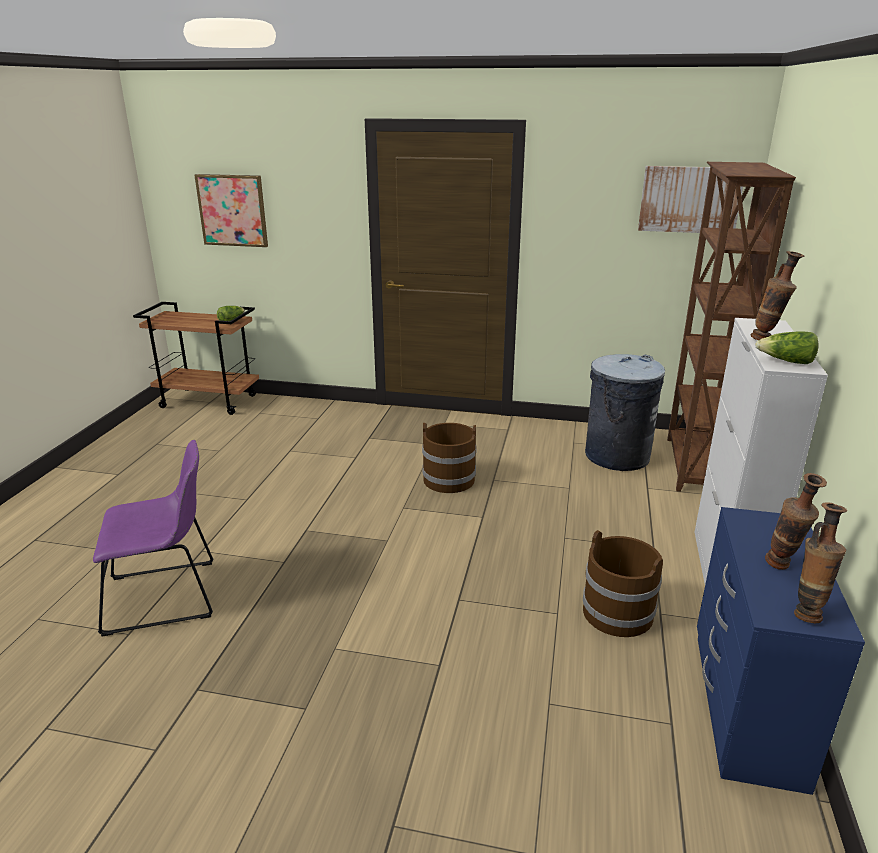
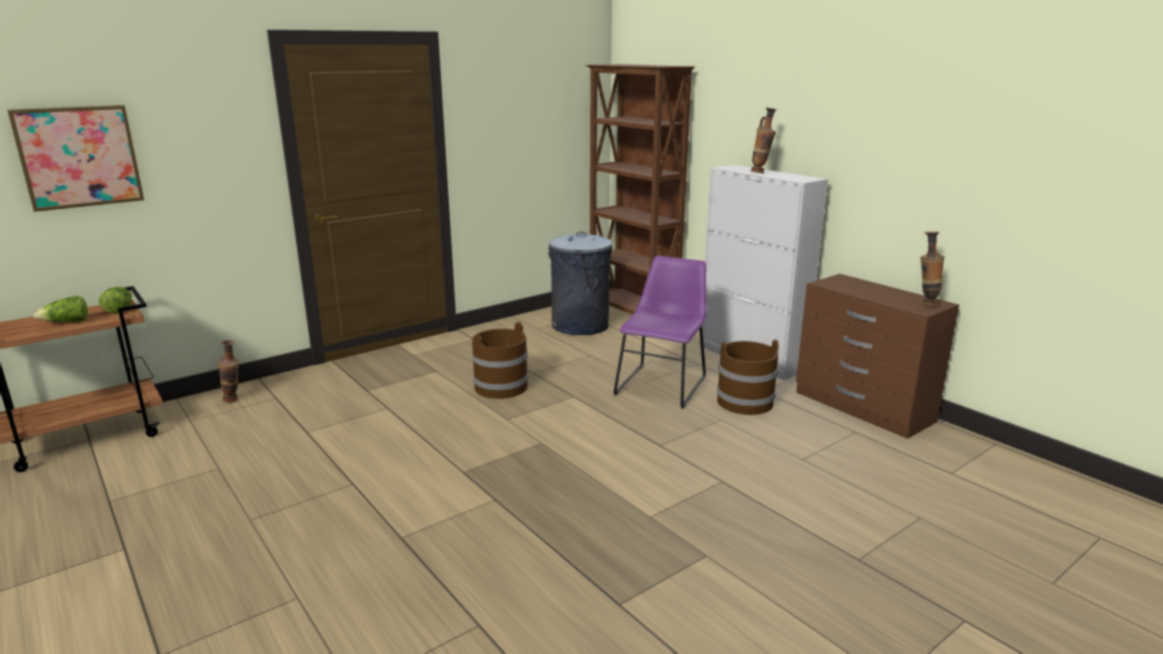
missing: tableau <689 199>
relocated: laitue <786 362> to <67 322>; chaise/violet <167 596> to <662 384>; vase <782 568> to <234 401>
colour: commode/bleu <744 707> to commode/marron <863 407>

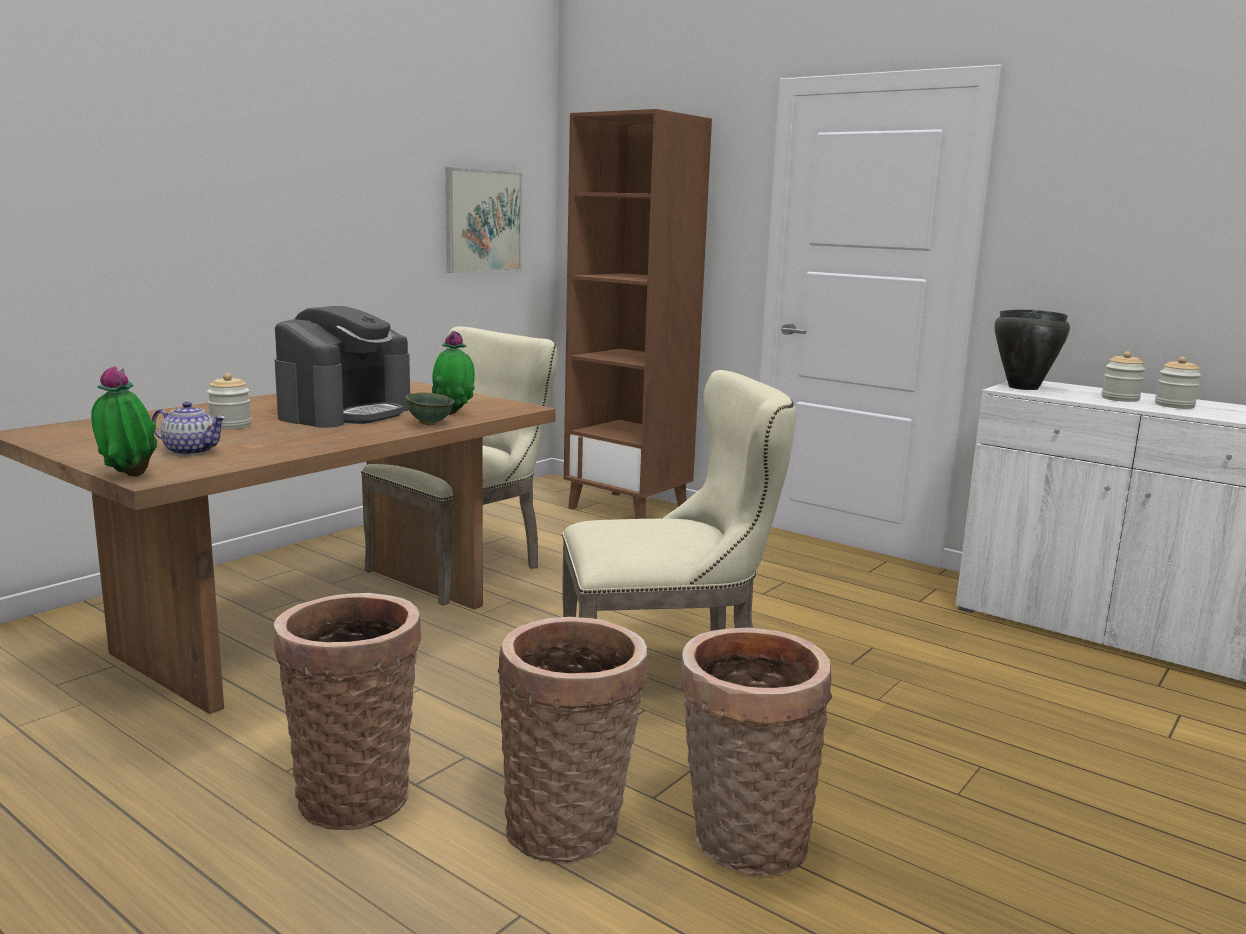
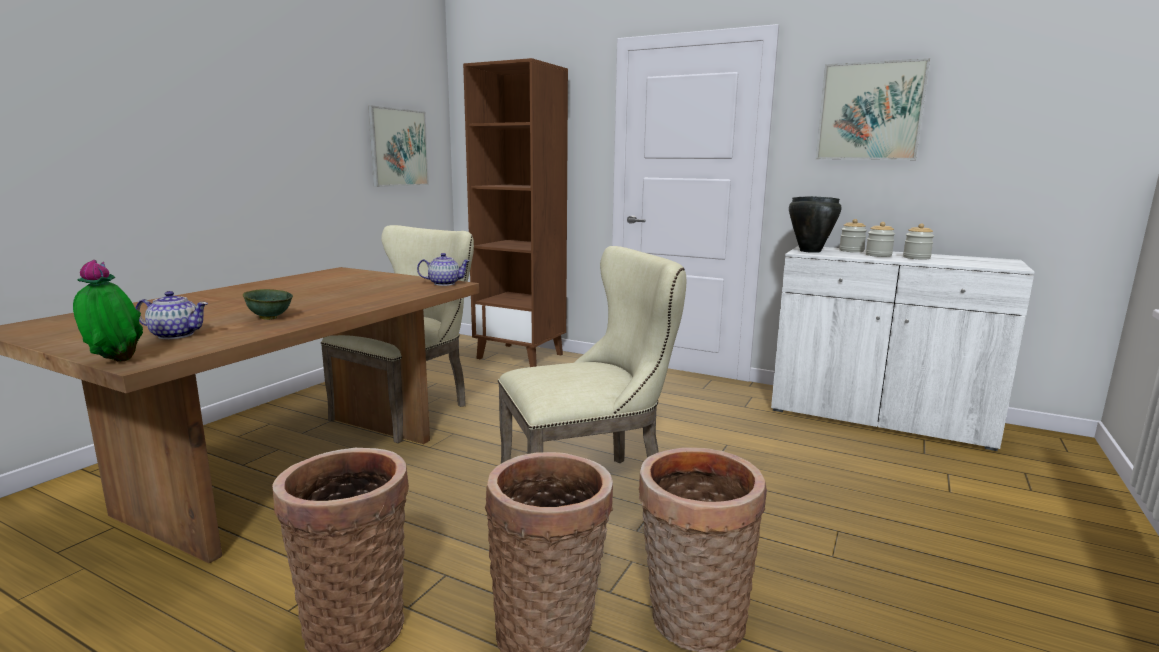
missing: machine à café <345 413>; plante en pot <454 414>
appeared: tableau <870 111>; théière <444 283>
relocated: bocal <230 426> to <851 251>; bol/vert <430 424> to <270 318>

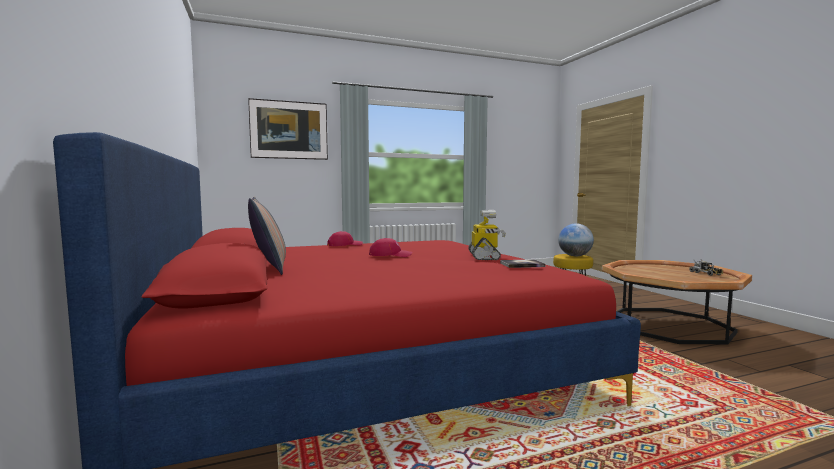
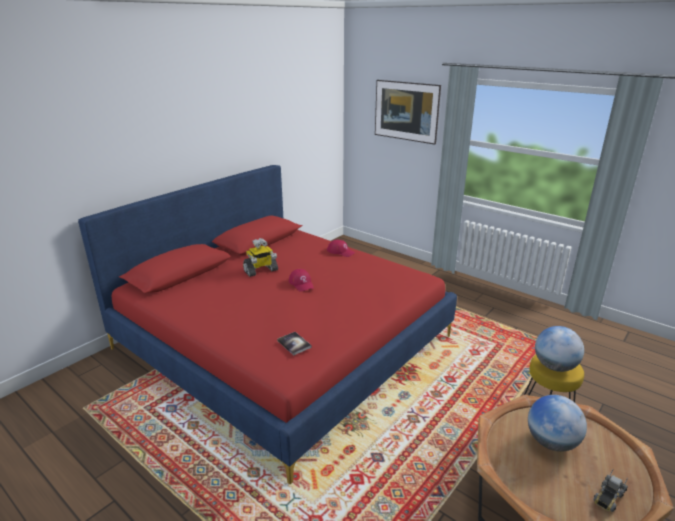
missing: coussin <269 268>
appeared: globe <551 442>
relocated: robot jouet <484 257> to <260 270>

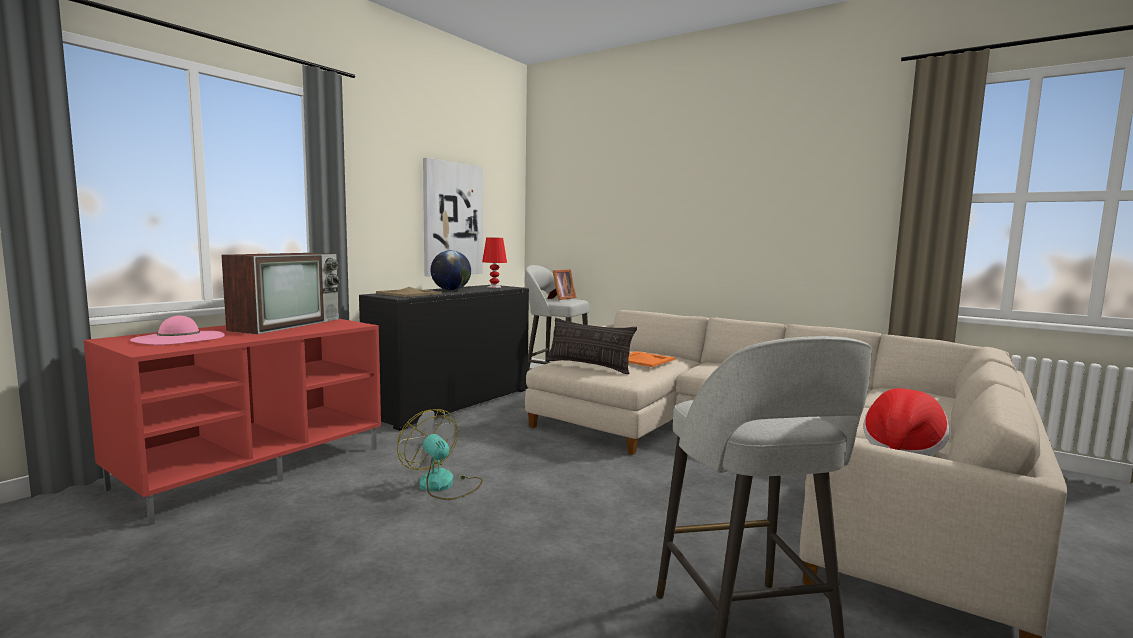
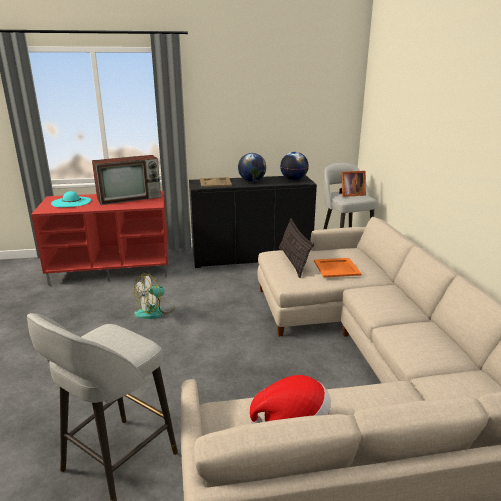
missing: tableau <452 219>
exchanged: lampe de table/rouge <494 287> to globe <293 180>
colour: chapeau/rose <179 338> to chapeau/turquoise <71 202>
spun: ventilateur <443 485> = <155 311> 135 degrees counterclockwise

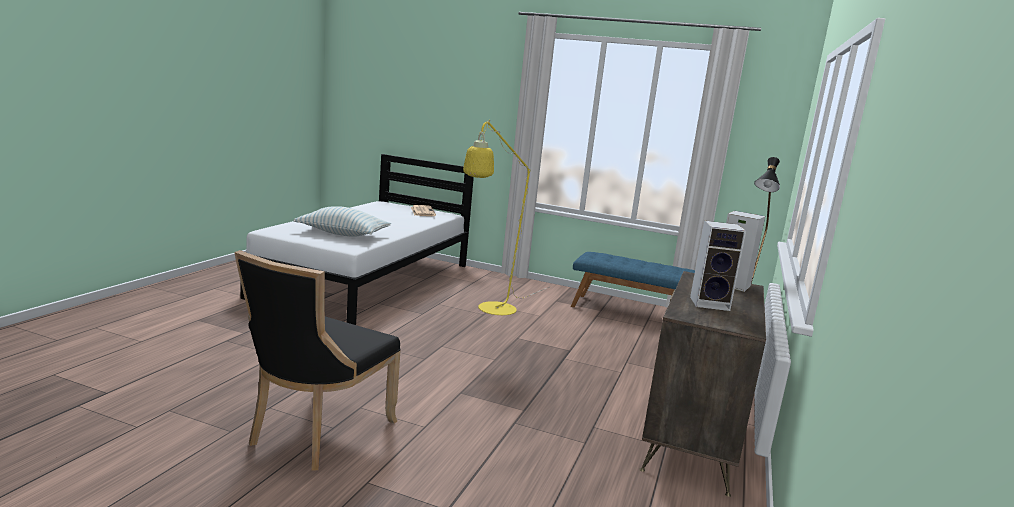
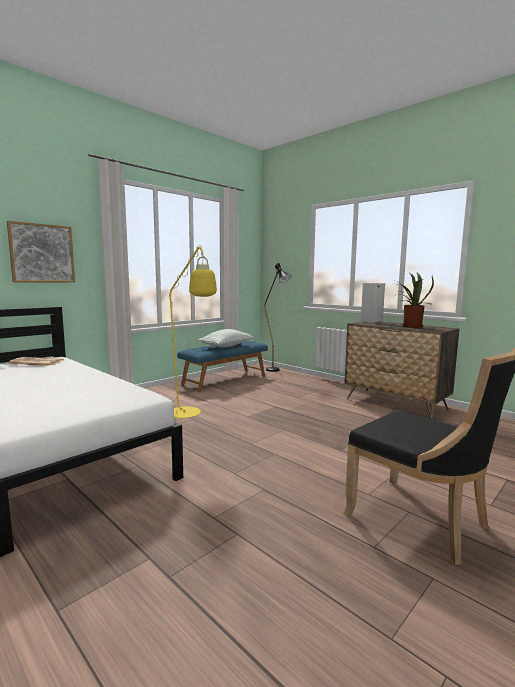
appeared: tableau <42 253>
relocated: coussin <343 234> to <226 346>
exchanged: enceinte <711 303> to plante en pot <410 326>

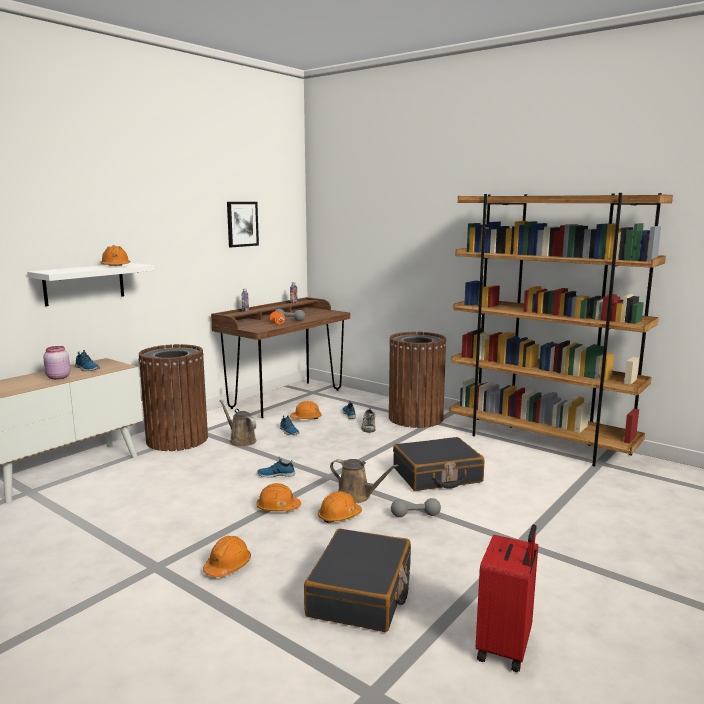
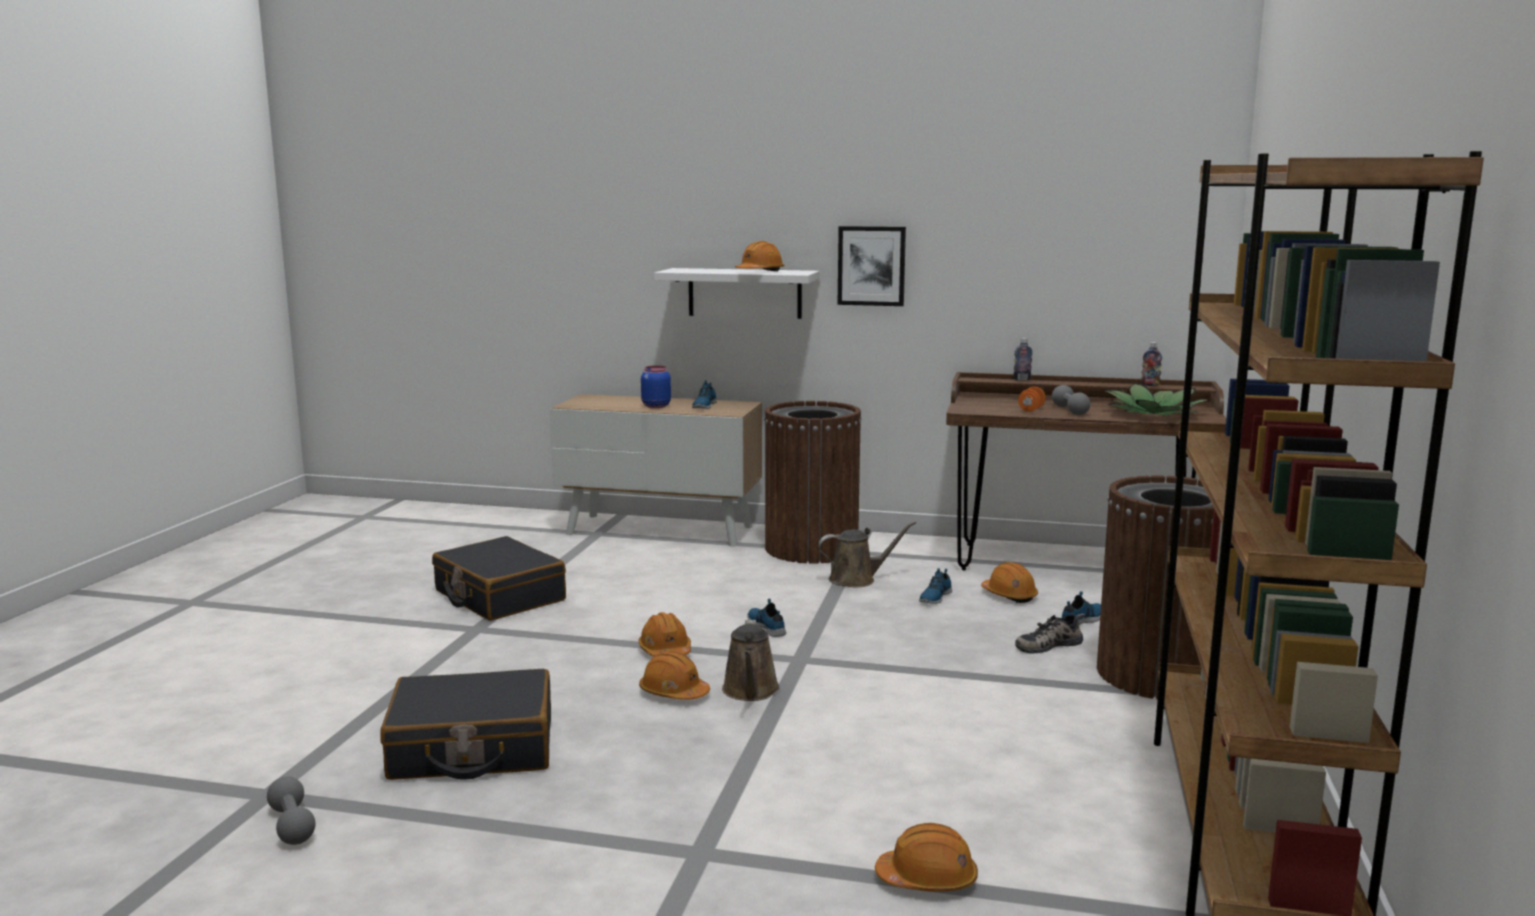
missing: valise/rouge <505 648>
appeared: plante en pot <1153 413>
relocated: tableau <242 224> to <871 266>; valise/noir <437 475> to <499 596>; haltère/gris <415 515> to <292 825>; casque de chantier/orange <228 566> to <927 879>
colour: bocal/rose <57 377> to bocal/bleu <655 406>
spun: arrosoir/marron <241 440> = <857 579> 60 degrees clockwise

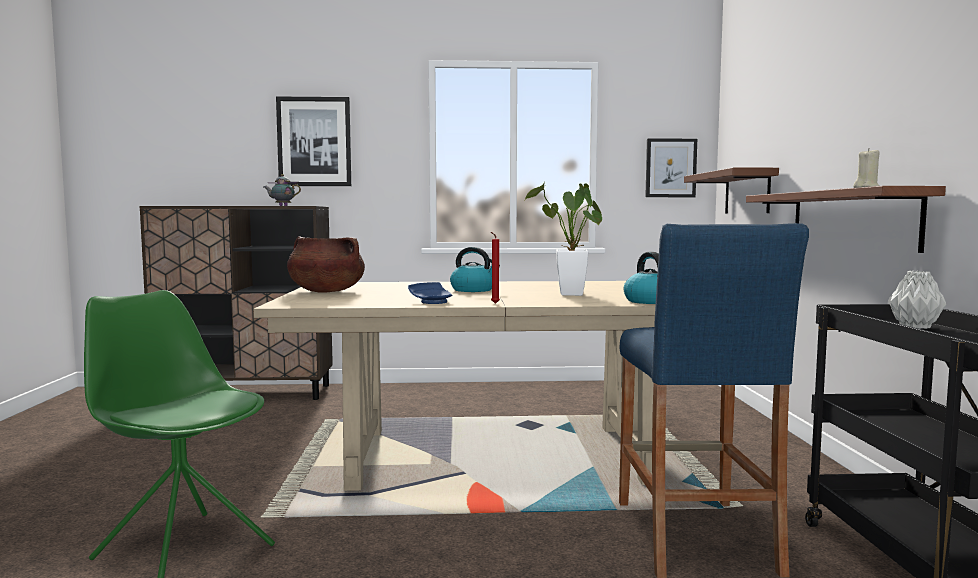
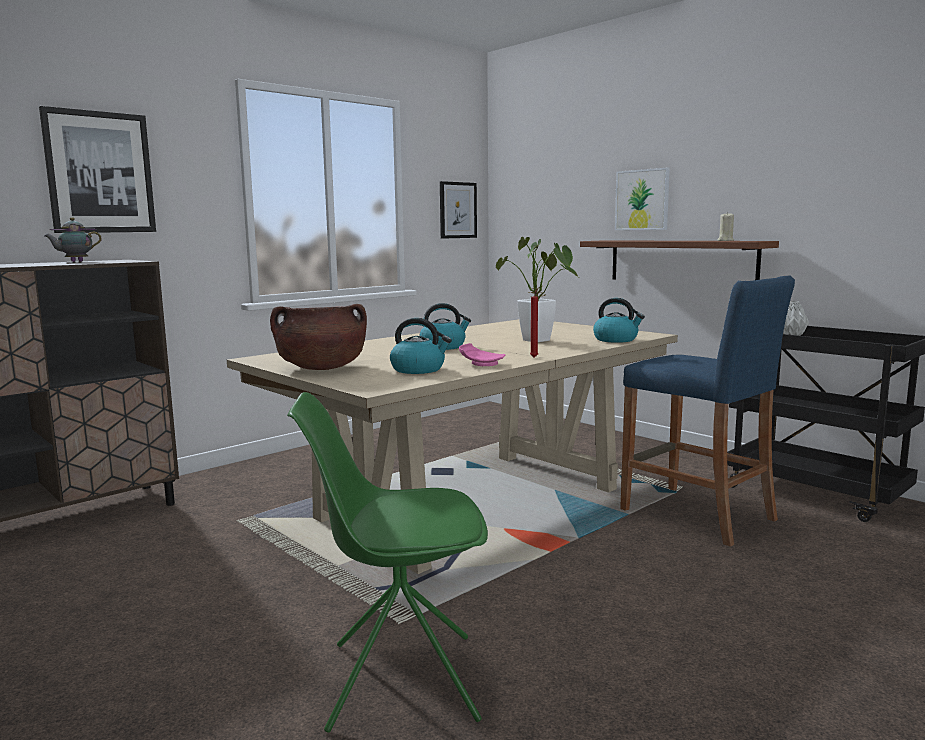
missing: étagère/marron <747 192>
appeared: tableau <642 200>; bouilloire <419 369>
colour: assiette/bleu <432 302> to assiette/rose <481 364>

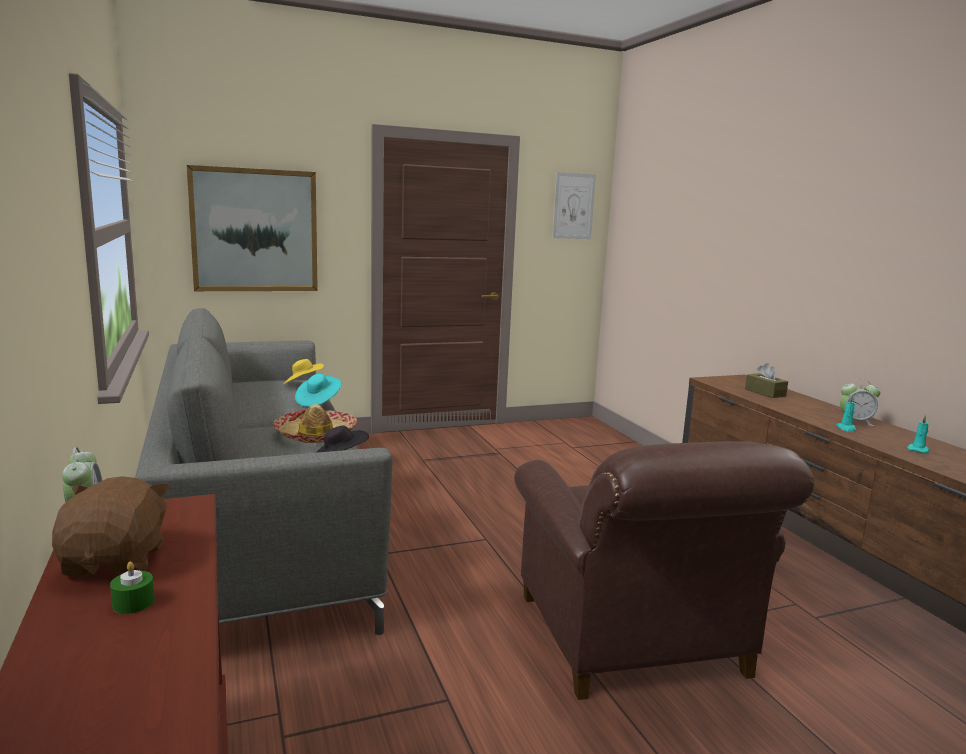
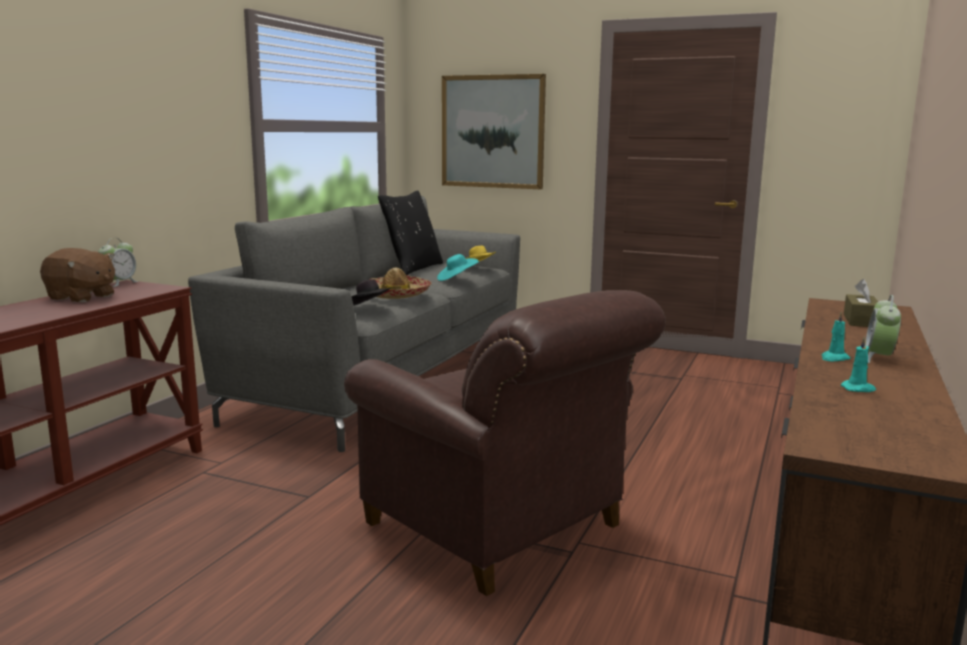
missing: tableau <573 206>; bougie/vert <133 603>
appeared: coussin/noir <412 268>
spun: réveil <855 422> = <879 358> 60 degrees clockwise; fauteuil/marron <635 641> = <501 528> 75 degrees counterclockwise; peluche/marron <116 561> = <81 297> 75 degrees clockwise

